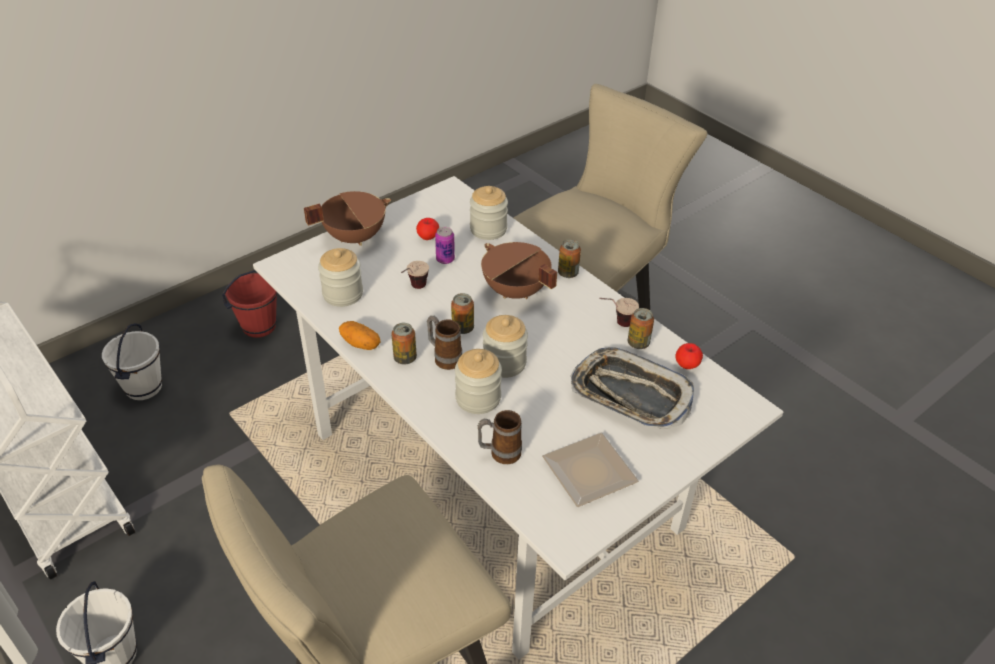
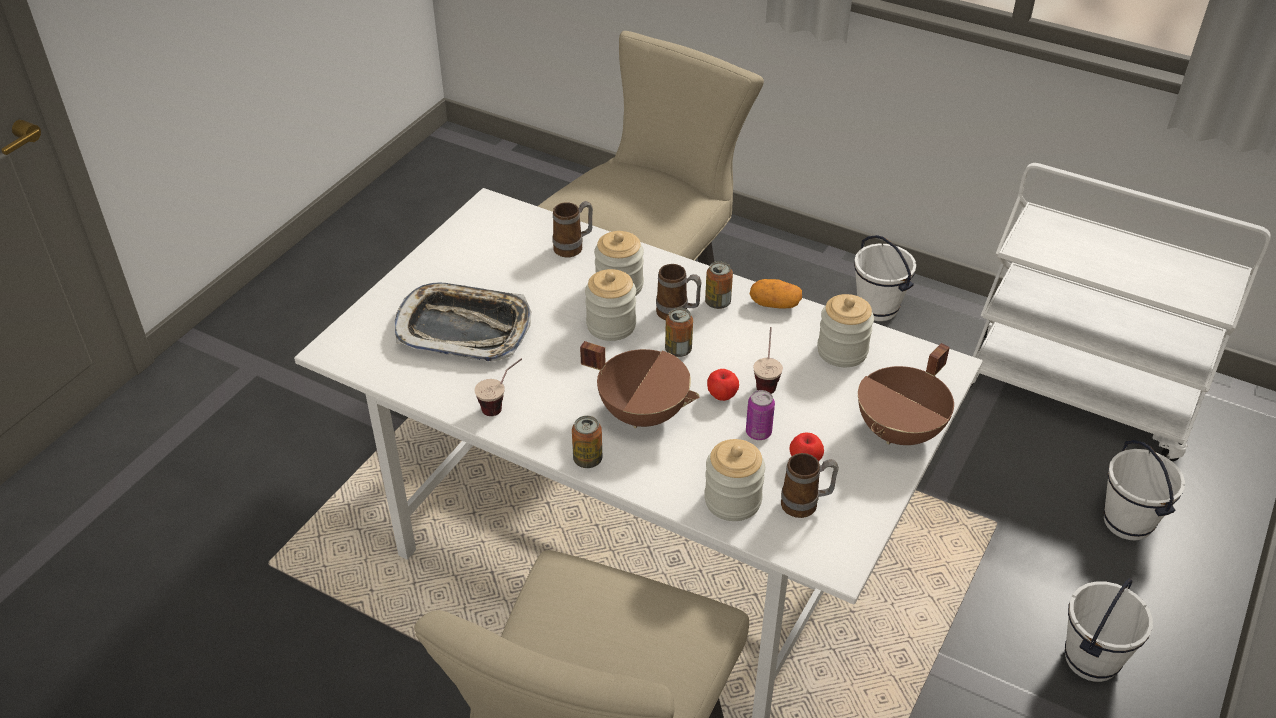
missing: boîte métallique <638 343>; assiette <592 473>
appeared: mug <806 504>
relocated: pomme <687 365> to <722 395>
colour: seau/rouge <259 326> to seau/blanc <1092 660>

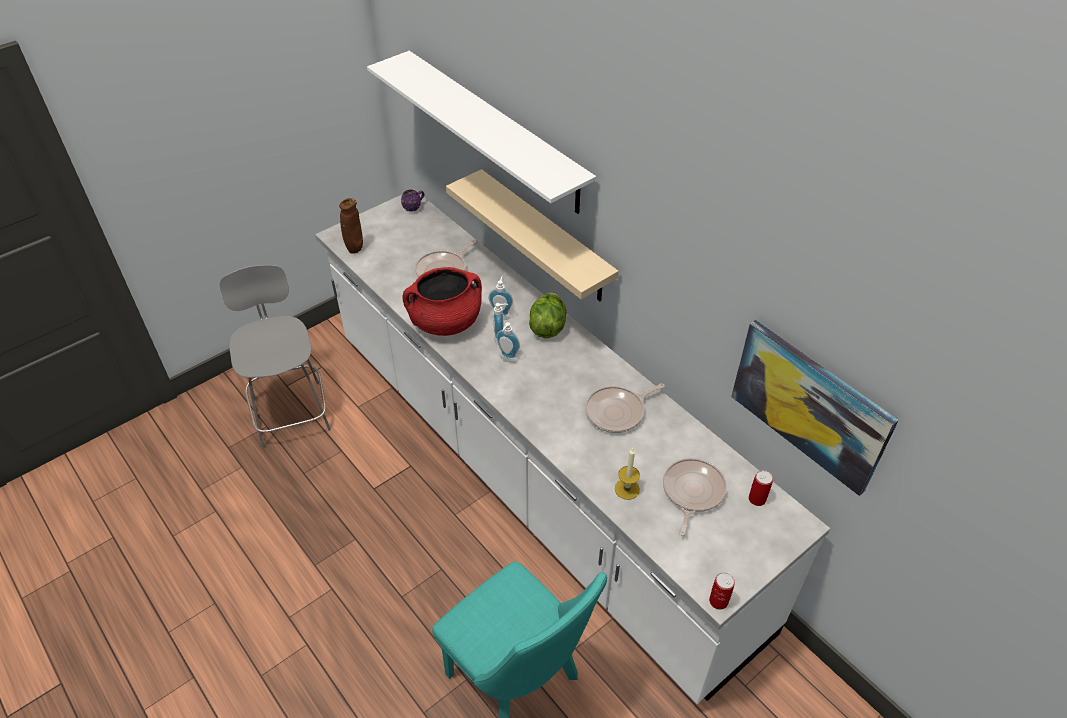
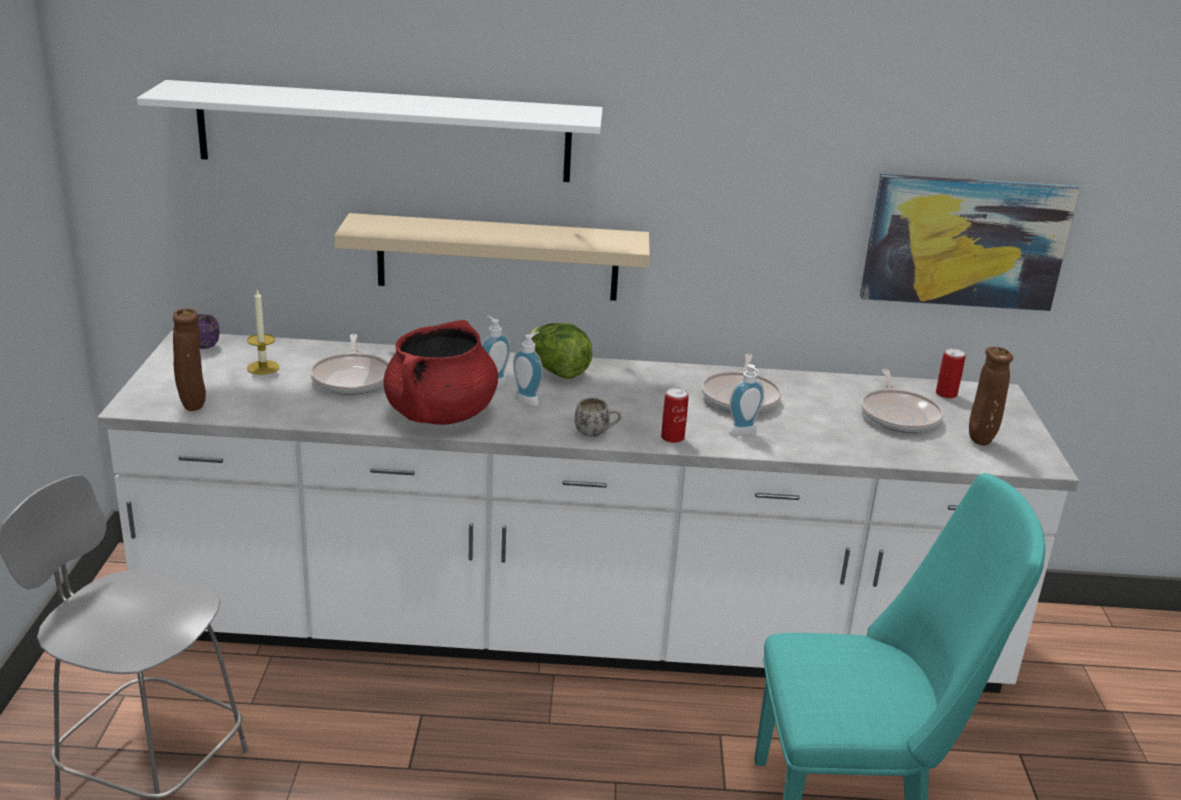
appeared: vase/marron <980 441>; mug/blanc <597 433>
relocated: distributeur de savon <507 360> to <744 433>; bougie <627 489> to <263 367>; boîte métallique <718 601> to <672 437>
spun: poêle <692 492> = <899 415> 150 degrees counterclockwise

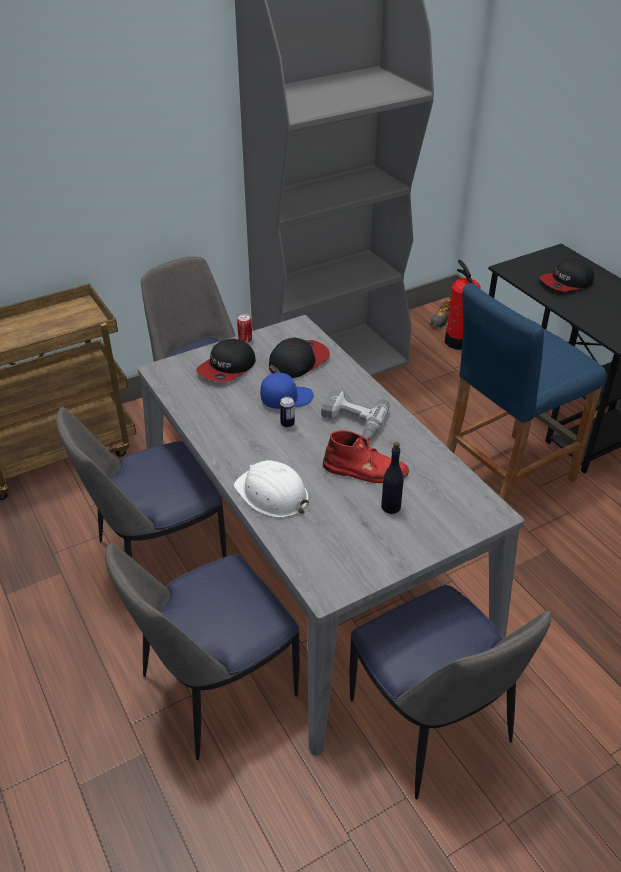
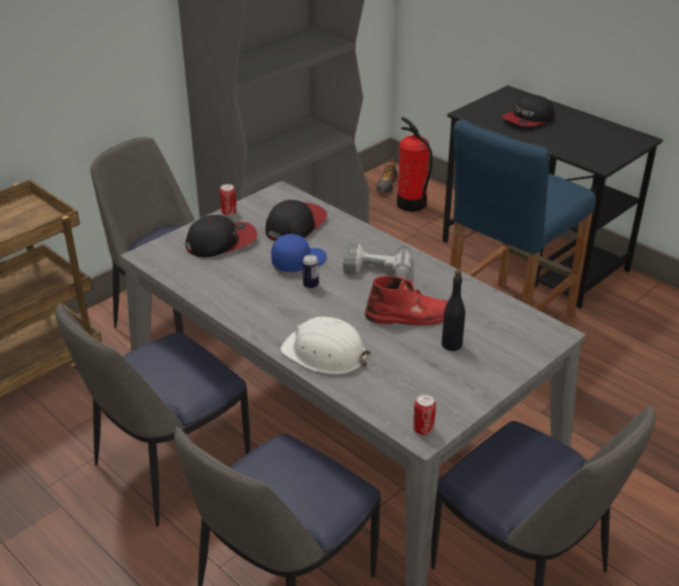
appeared: boîte métallique <423 429>
spun: casquette <227 368> = <221 242> 135 degrees counterclockwise

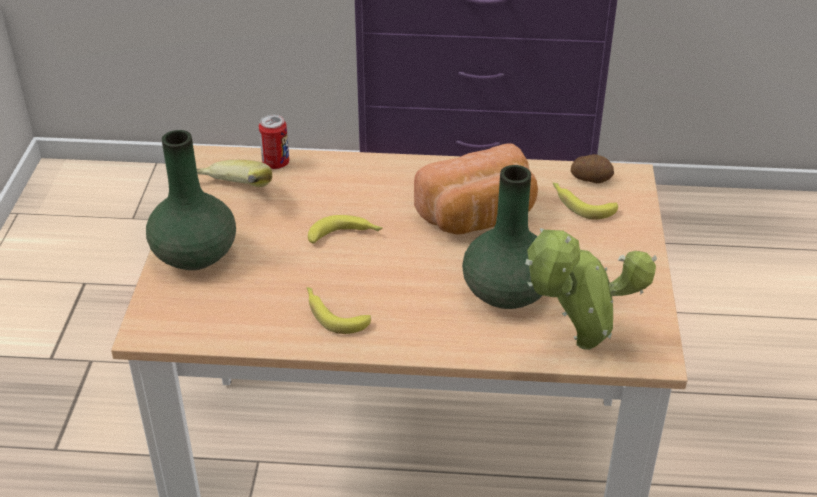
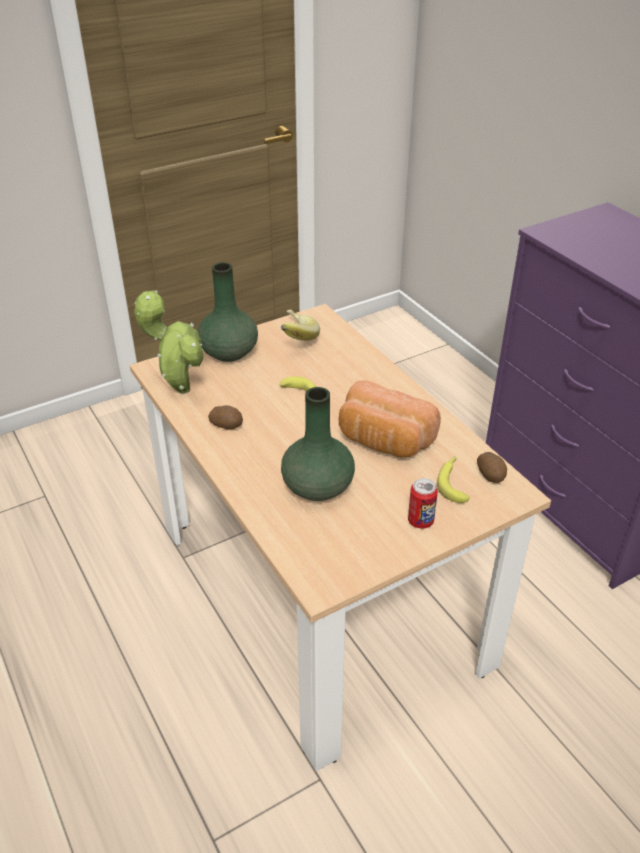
relocated: boîte métallique <276 163> to <420 521>; plante en pot <578 345> to <179 388>
exchanged: banane <333 314> to pomme de terre <226 424>

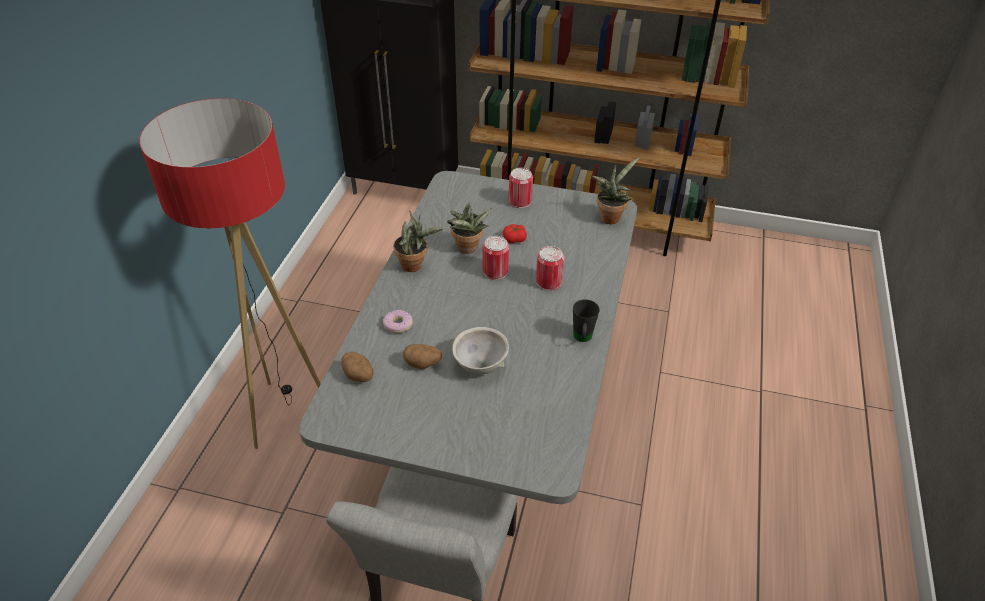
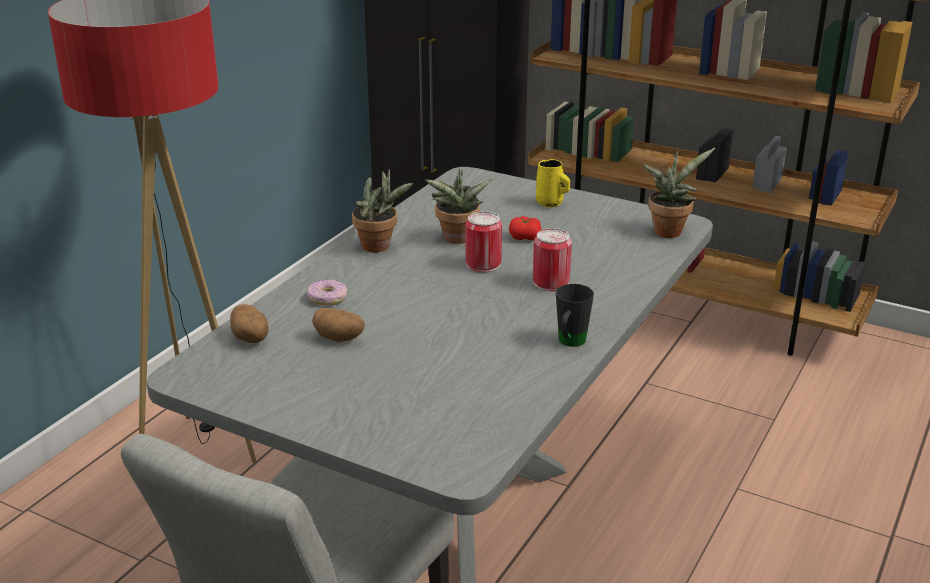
missing: bol/gris <480 365>
exchanged: boîte métallique <520 201> to mug/jaune <551 203>

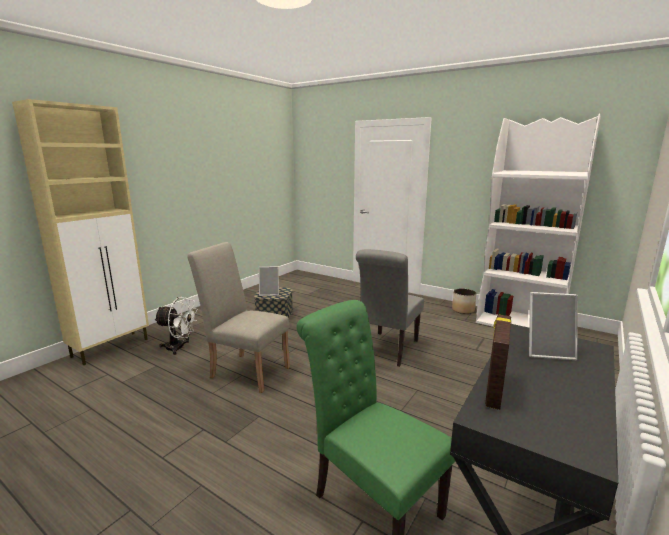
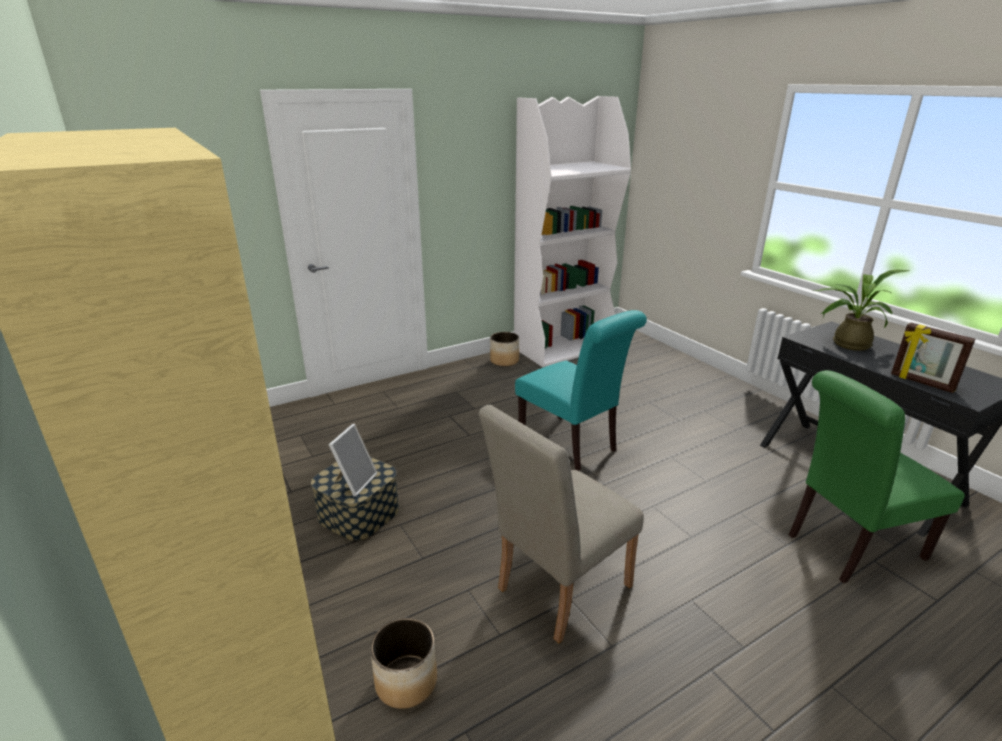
exchanged: cadre photo <547 351> to plante en pot <846 343>; ventilateur/blanc <179 348> to cache-pot <405 681>
colour: chaise/gris <387 350> to chaise/turquoise <572 445>

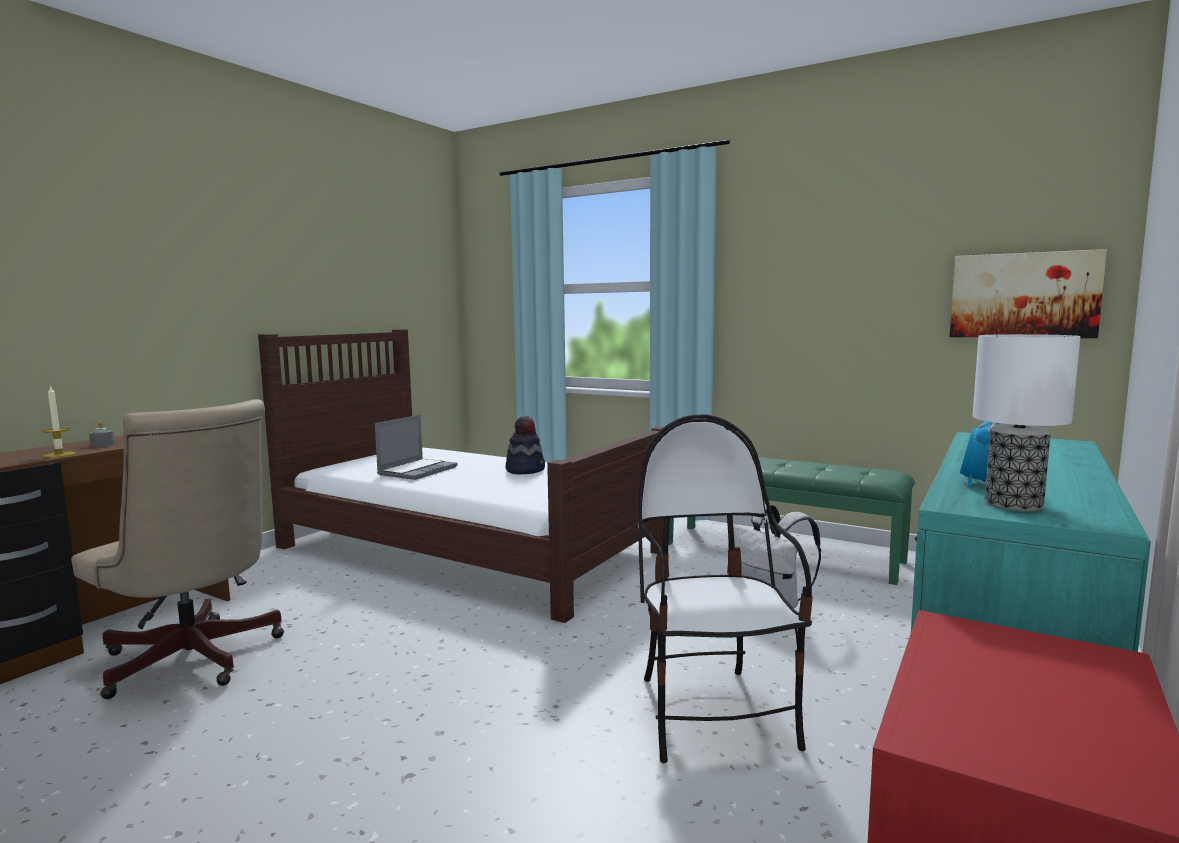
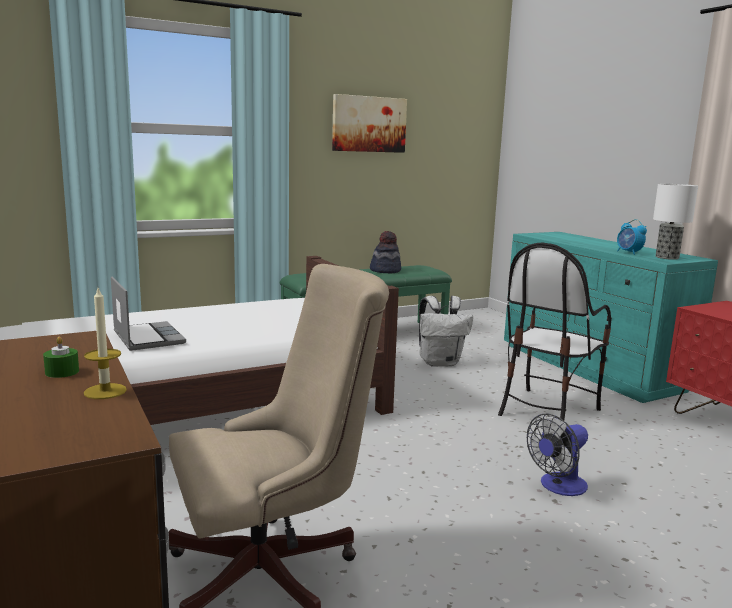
appeared: ventilateur <558 487>
relocated: tableau <1023 295> to <369 124>; chapeau <525 470> to <385 270>
colour: bougie/gris <102 444> to bougie/vert <62 372>
spun: chaise <713 714> = <546 410> 75 degrees counterclockwise

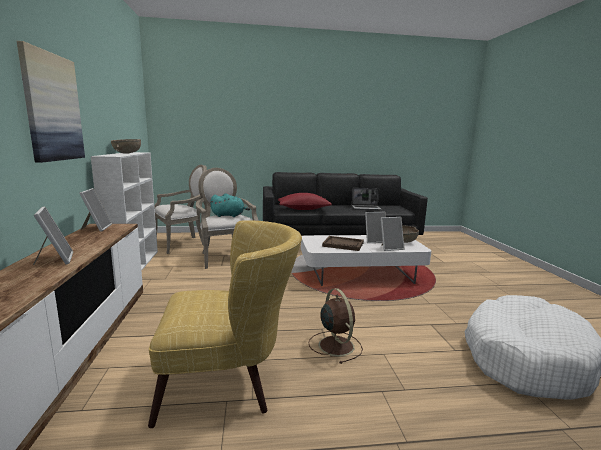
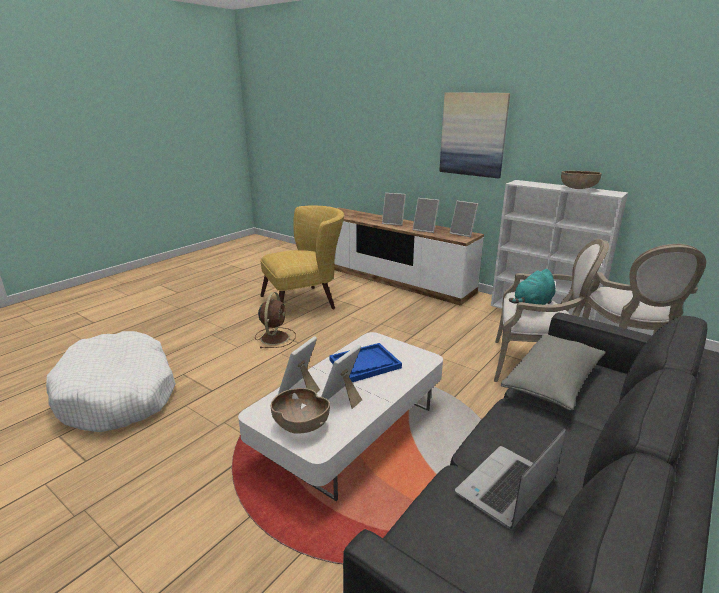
appeared: cadre photo <425 229>
colour: coussin/rouge <303 209> to coussin/gris <552 383>; plateau/marron <343 244> to plateau/bleu <365 364>
spun: fauteuil/jaune <229 380> = <306 301> 150 degrees counterclockwise; ventilateur/marron <335 345> = <275 337> 105 degrees counterclockwise

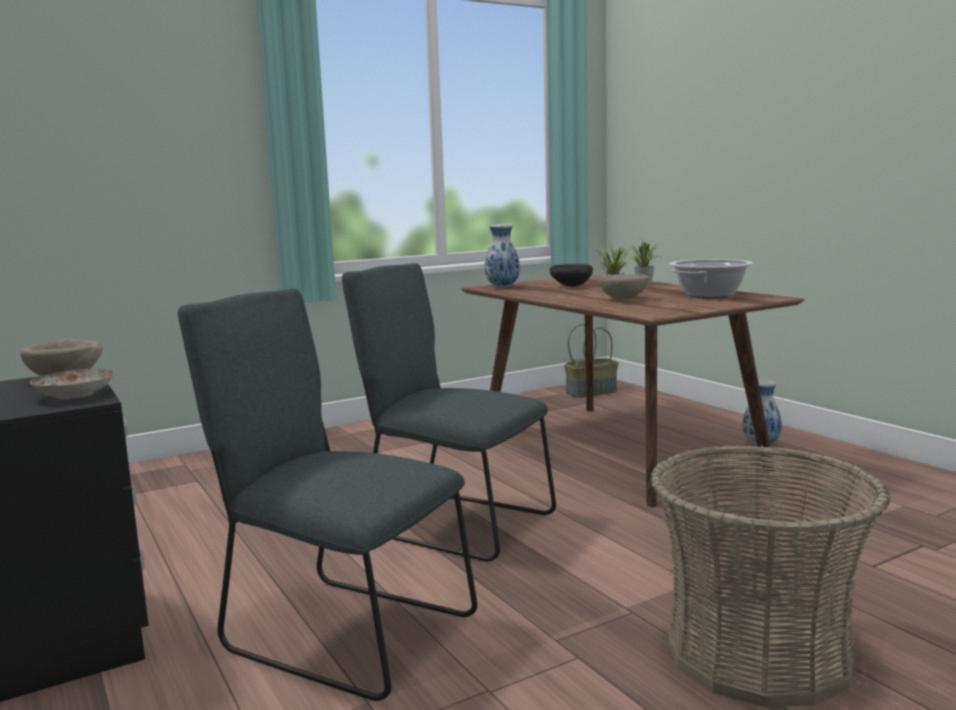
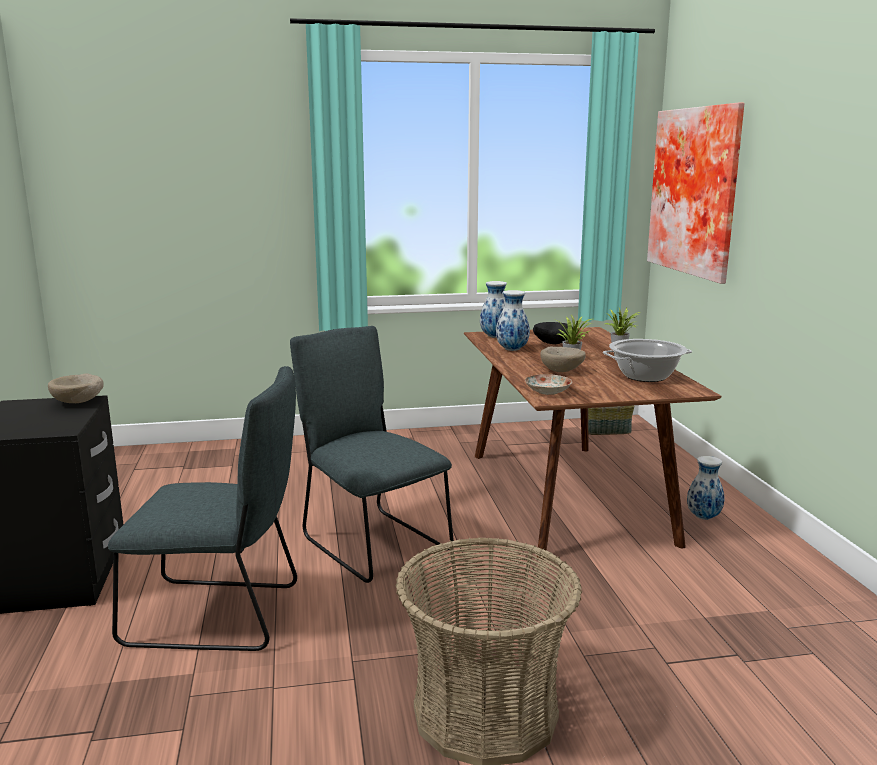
appeared: tableau <697 191>; vase <512 350>
relocated: assiette <75 395> to <548 391>
spun: chaise/gris <340 631> = <221 615> 135 degrees clockwise

